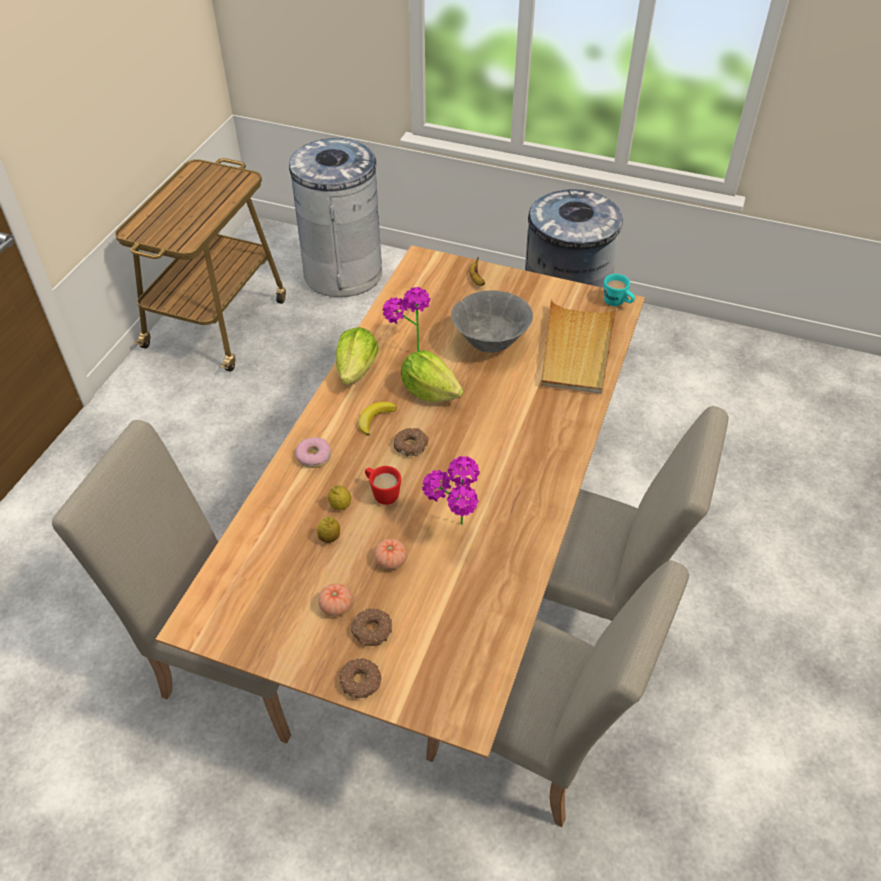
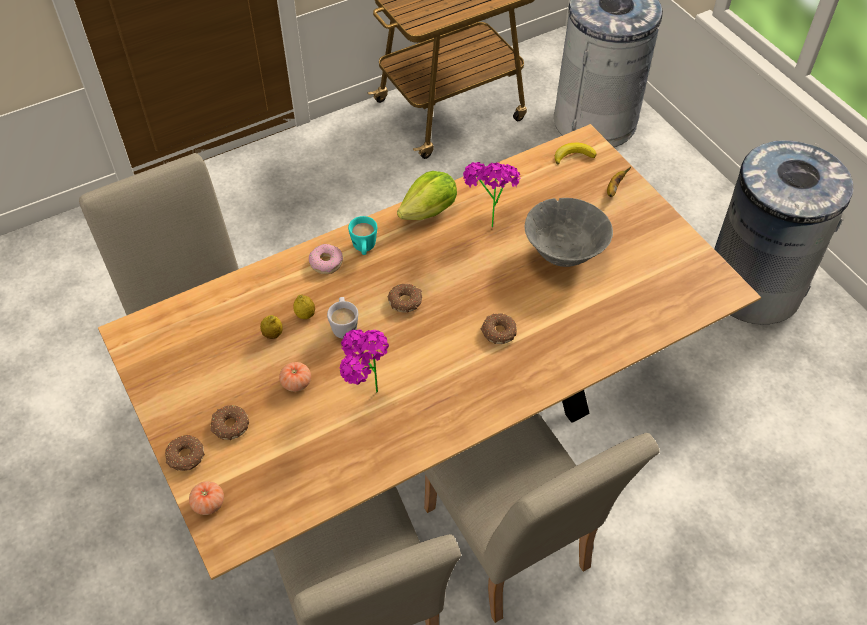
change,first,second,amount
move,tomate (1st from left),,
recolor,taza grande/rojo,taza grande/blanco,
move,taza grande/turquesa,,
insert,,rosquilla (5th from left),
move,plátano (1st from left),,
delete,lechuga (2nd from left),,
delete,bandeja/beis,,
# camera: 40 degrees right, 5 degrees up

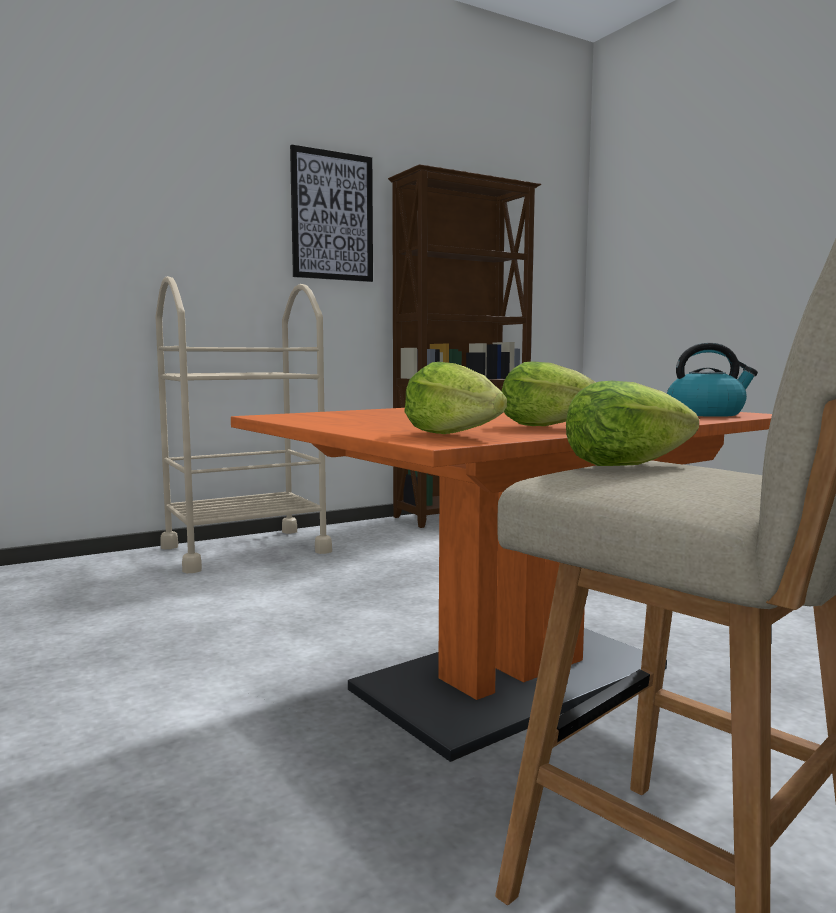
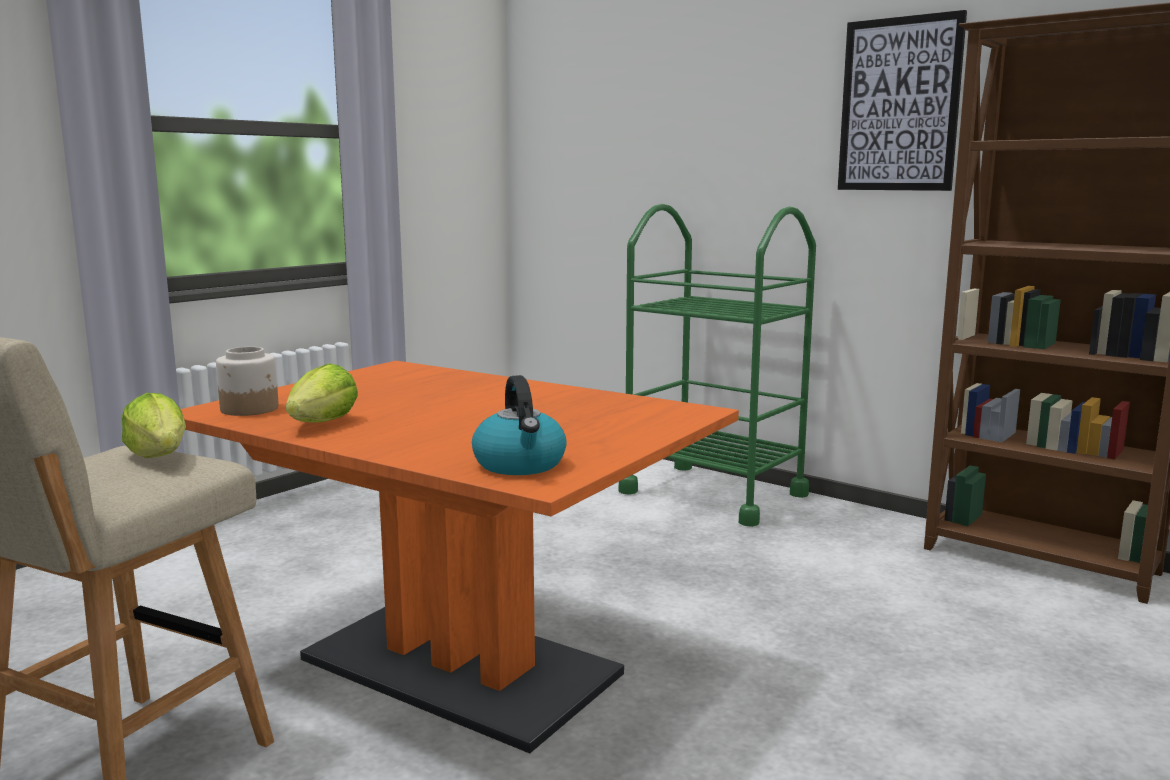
change,first,second,amount
replace,lechuga (1st from left),tarro,
recolor,carrito/beis,carrito/verde,
# camera: 70 degrees right, 5 degrees up

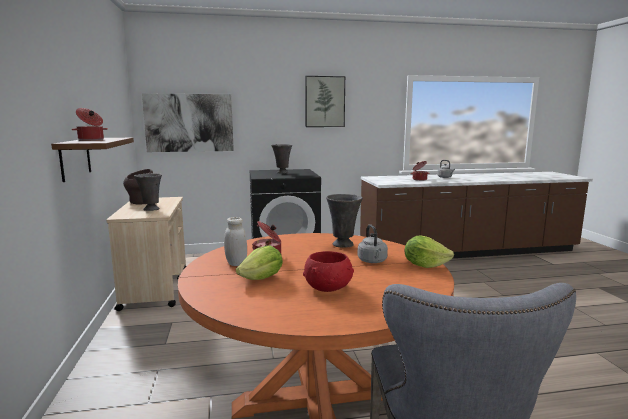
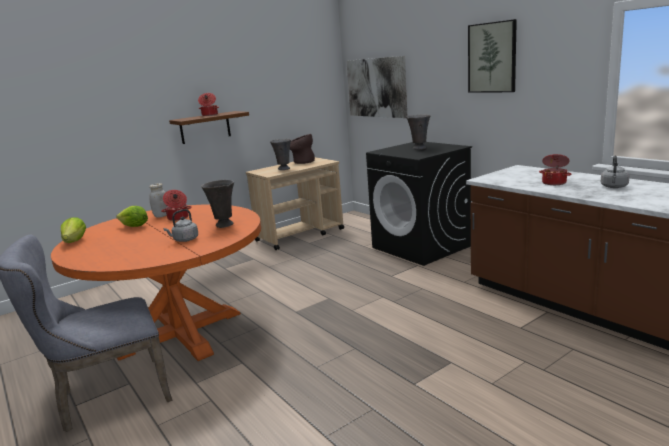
change,first,second,amount
move,lechuga (2nd from left in the first image),lechuga (1st from left),
delete,cuenco/rojo,,
# camera: 65 degrees right, 5 degrees up

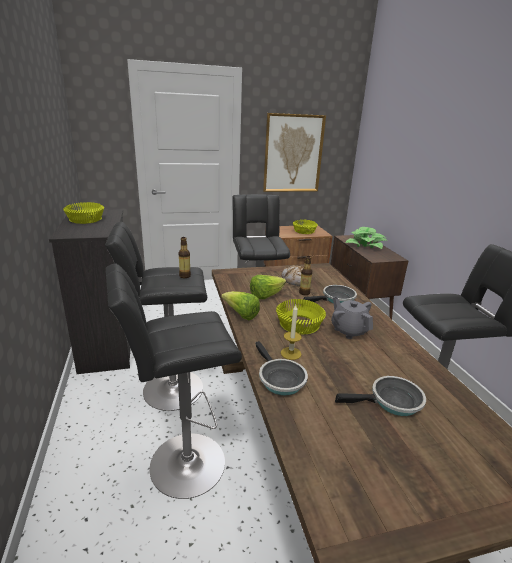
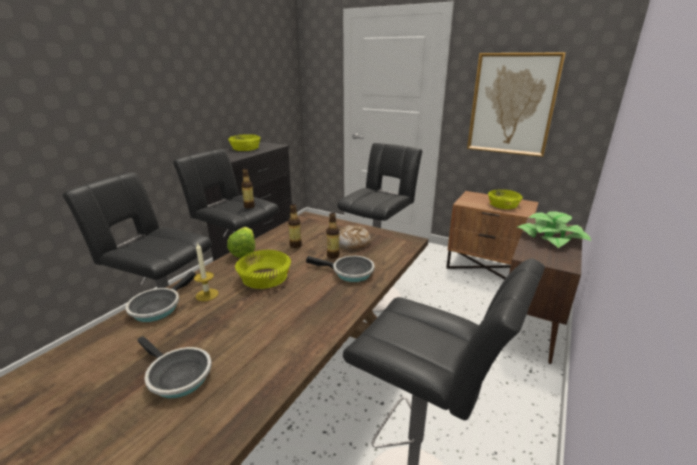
change,first,second,amount
replace,lechuga (2nd from left),botella (2nd from left),
delete,tetera/gris,,
# camera: 45 degrees right, 0 degrees up

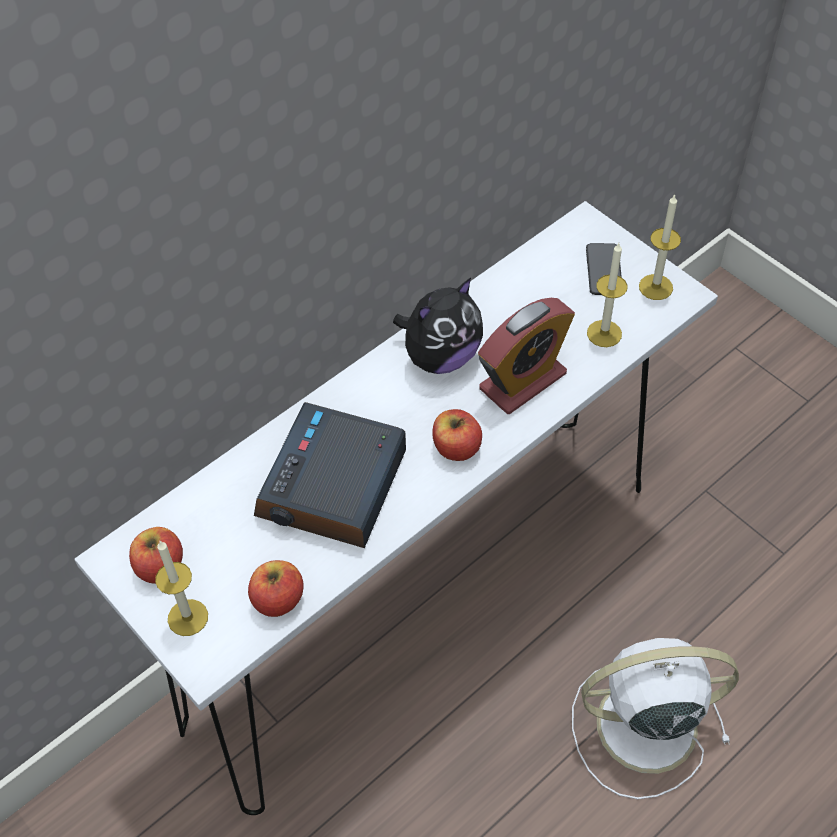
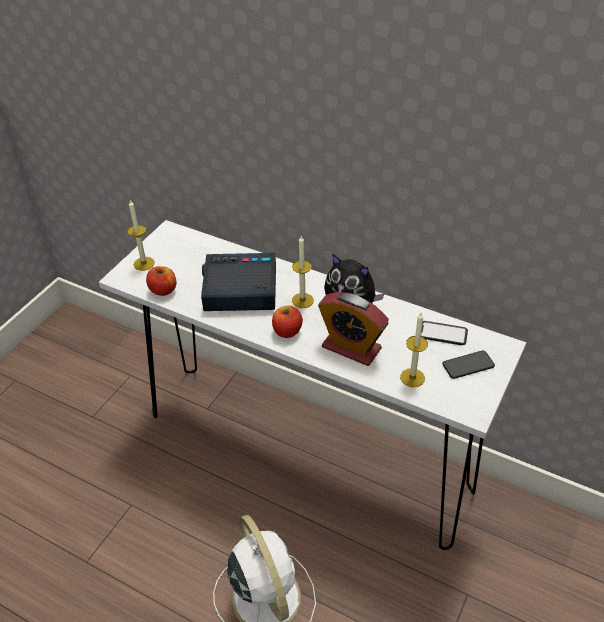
change,first,second,amount
move,vela (3rd from left in the first image),vela (2nd from left),
insert,,móvil (1st from left),
delete,manzana (1st from left),,
# camera: 70 degrees right, 10 degrees down

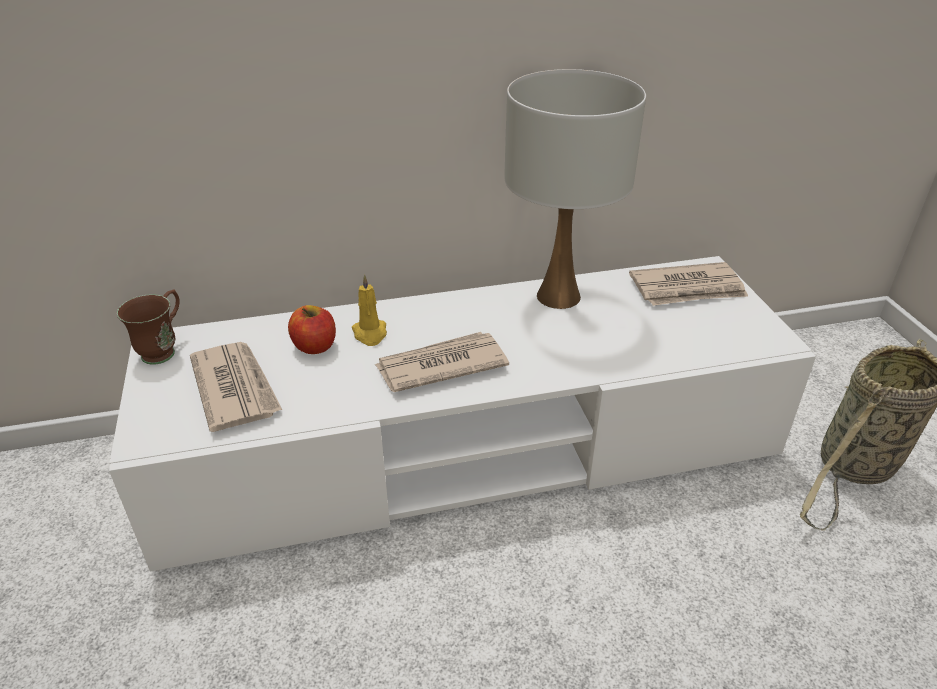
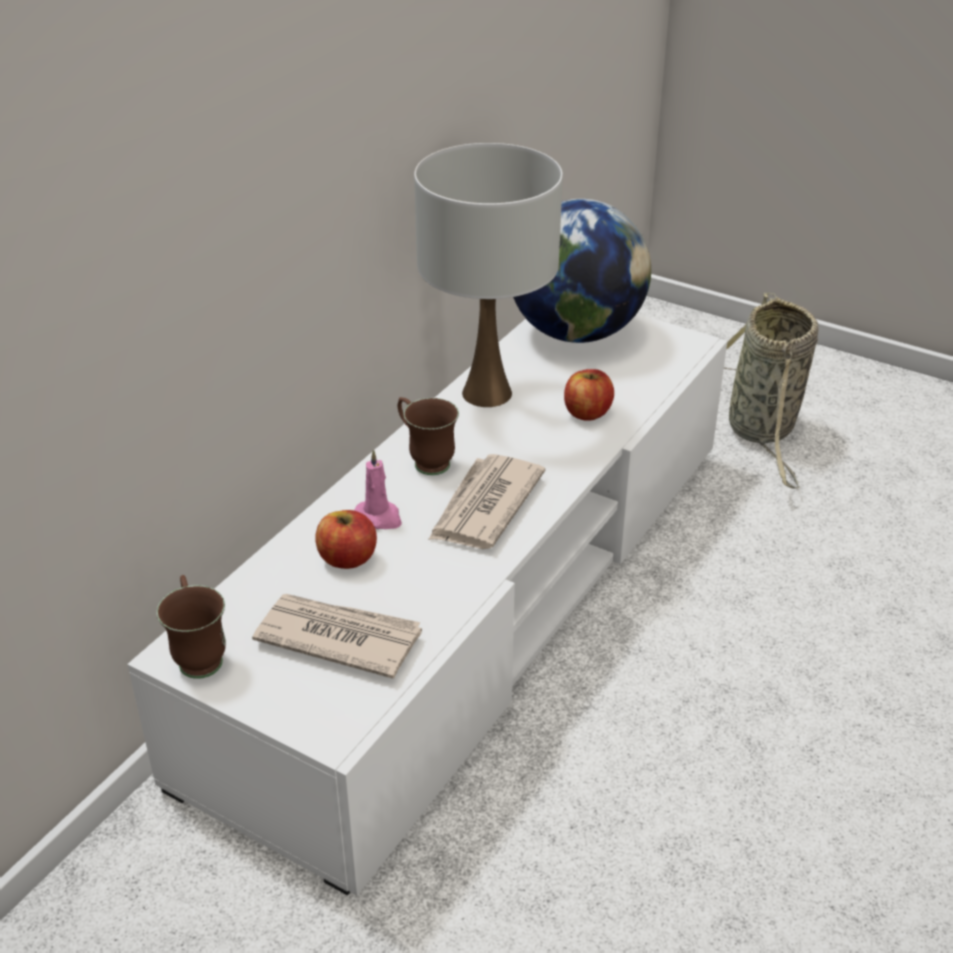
change,first,second,amount
recolor,vela/amarillo,vela/rosa,
insert,,taza grande/marrón (2nd from left),
replace,periódico (3rd from left),globo terráqueo,
insert,,manzana (2nd from left),
# camera: 45 degrees left, 0 degrees up

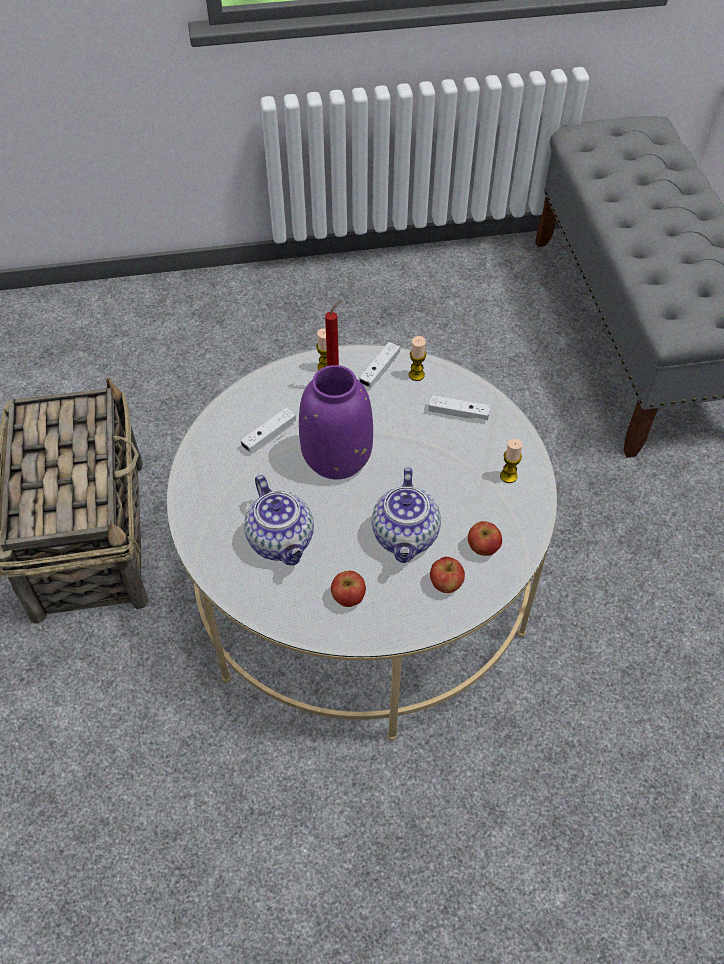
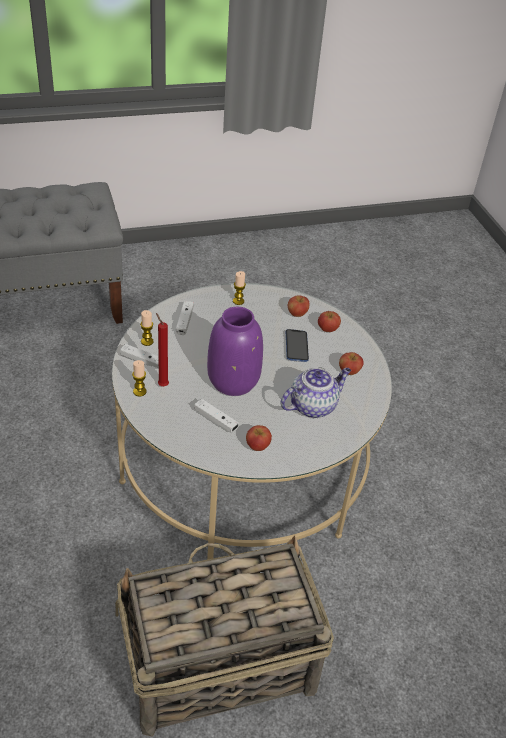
change,first,second,amount
insert,,manzana (1st from left),
replace,tetera (2nd from left),móvil,
# camera: 100 degrees left, 10 degrees down

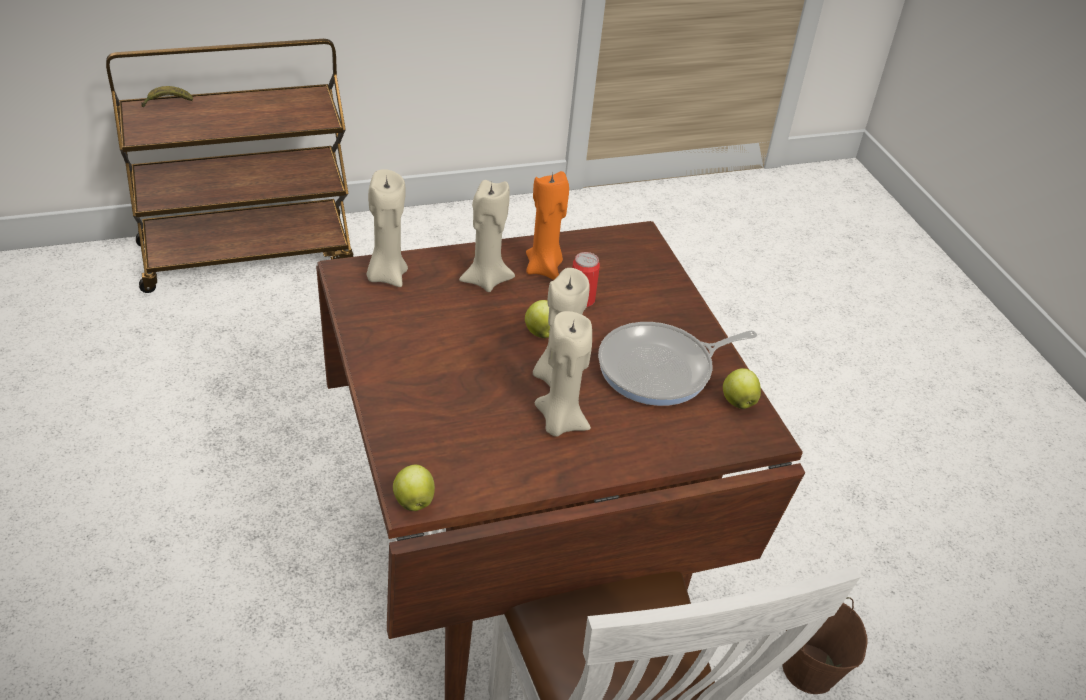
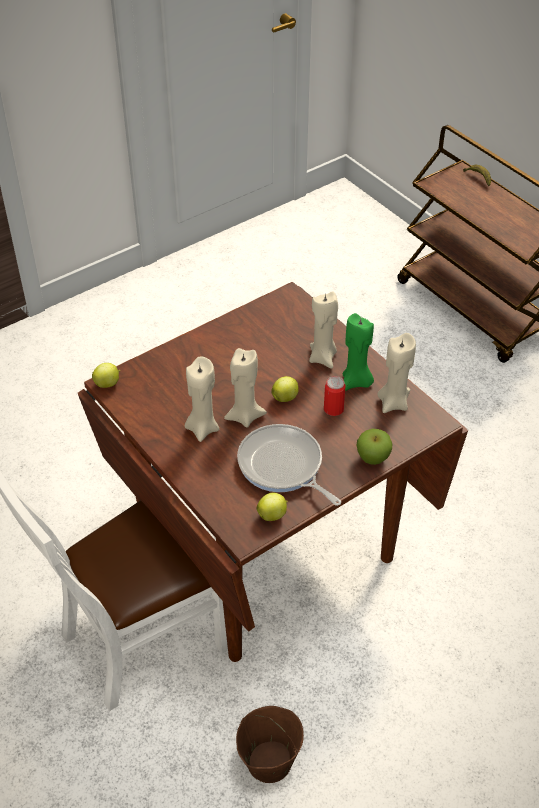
change,first,second,amount
recolor,vela/naranja,vela/verde,
insert,,manzana (4th from left),
move,vela/beis (1st from left in the first image),vela/beis (4th from left),
# camera: 75 degrees right, 5 degrees up

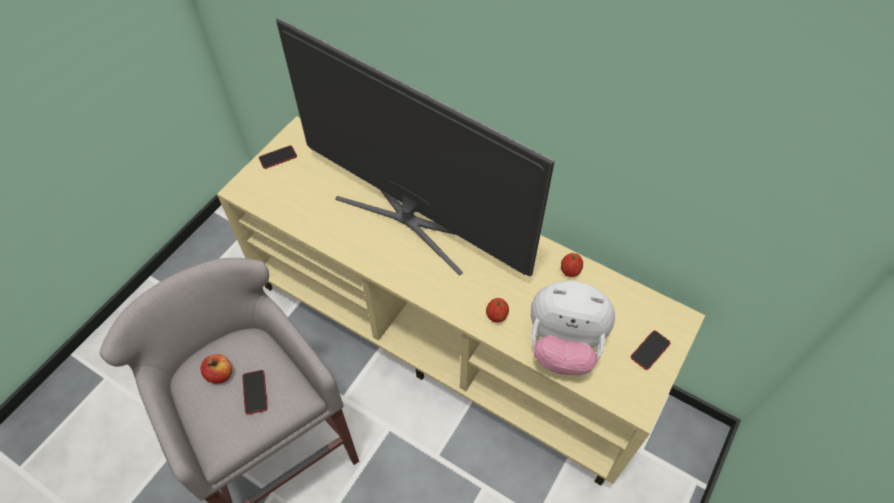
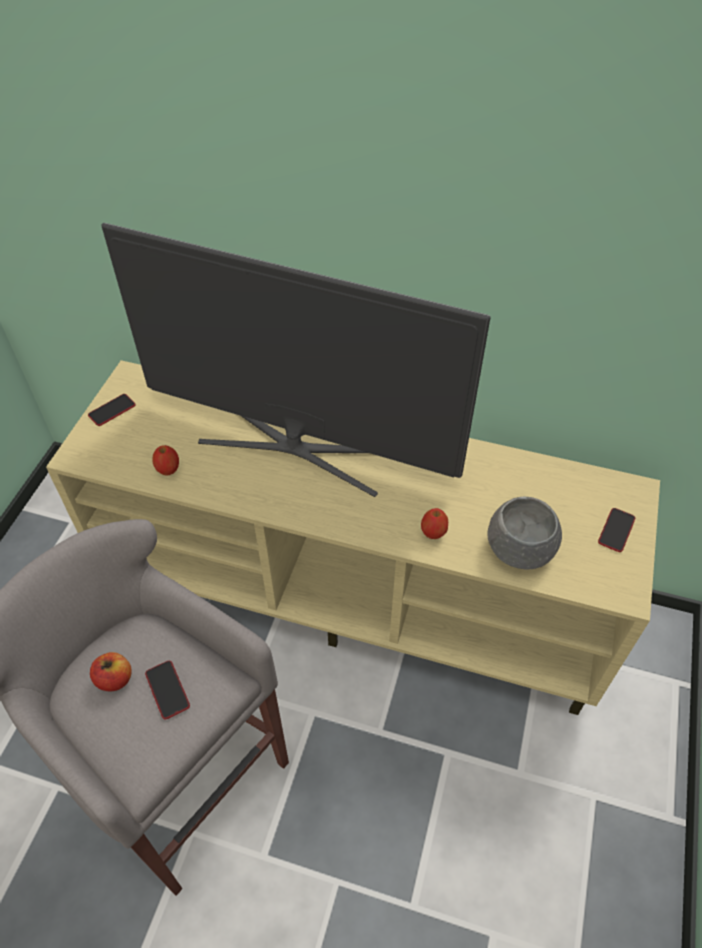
change,first,second,amount
move,manzana (3rd from left in the first image),manzana (2nd from left),
replace,peluche,cuenco/gris,
# camera: 15 degrees left, 5 degrees down

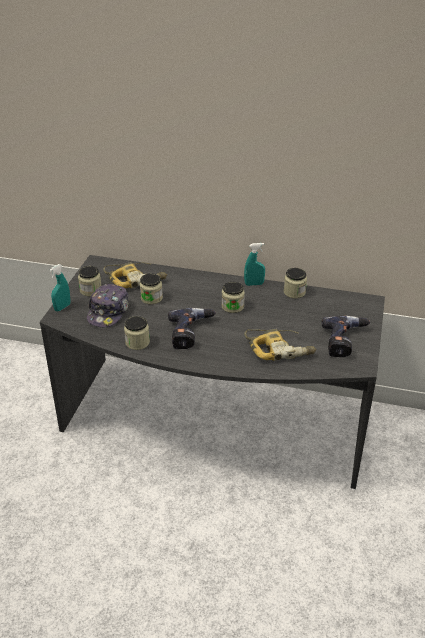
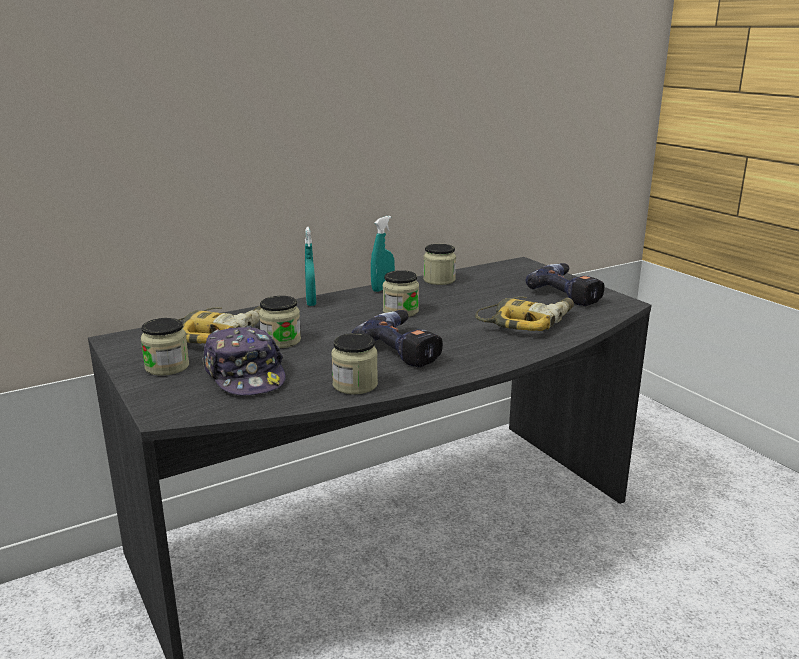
change,first,second,amount
move,pulverizador/turquesa (1st from left),,
# camera: 45 degrees left, 15 degrees down

